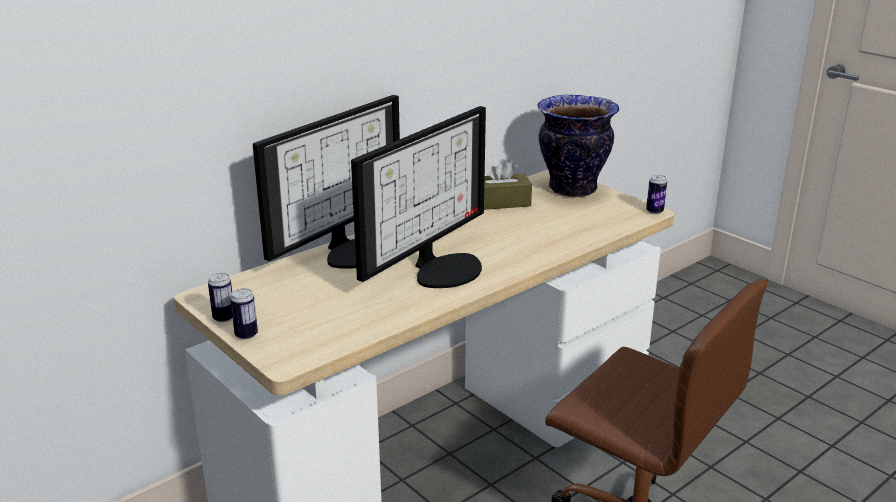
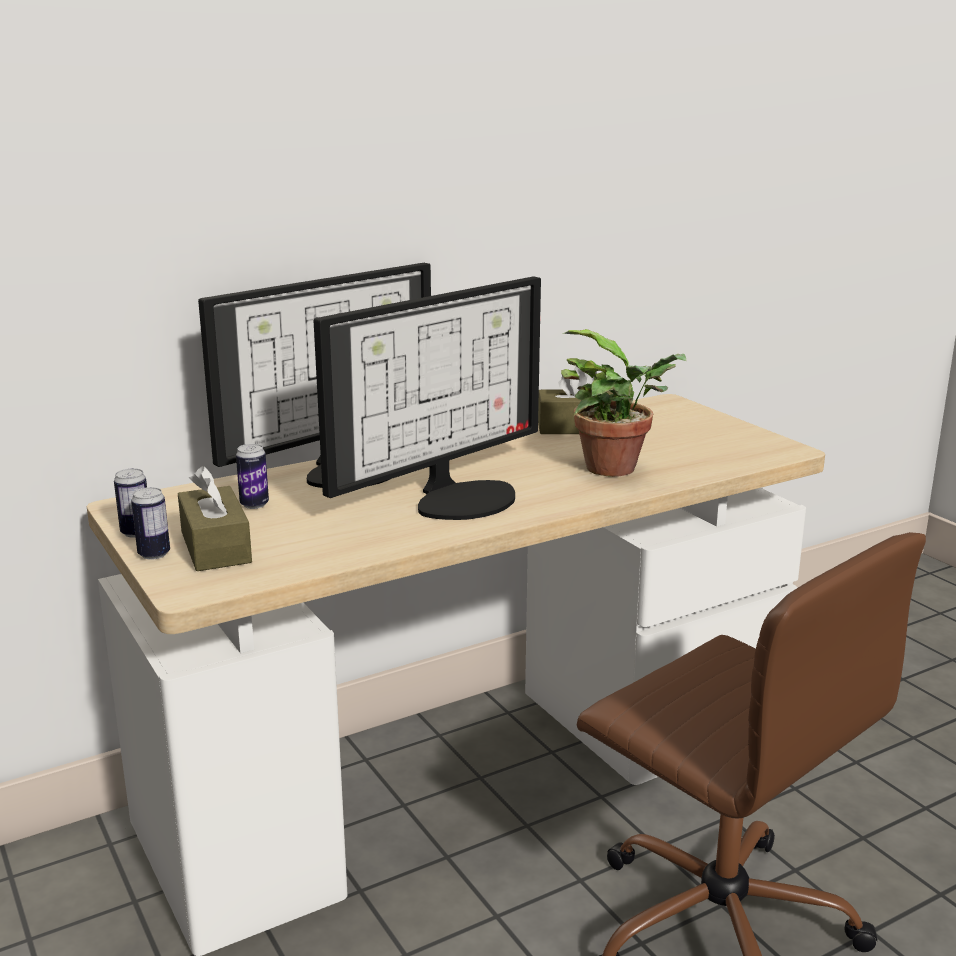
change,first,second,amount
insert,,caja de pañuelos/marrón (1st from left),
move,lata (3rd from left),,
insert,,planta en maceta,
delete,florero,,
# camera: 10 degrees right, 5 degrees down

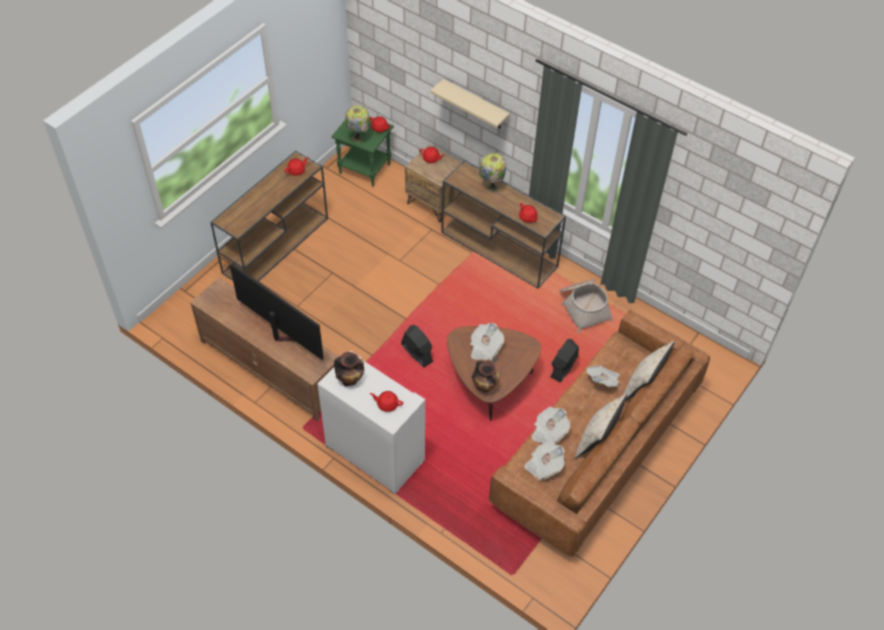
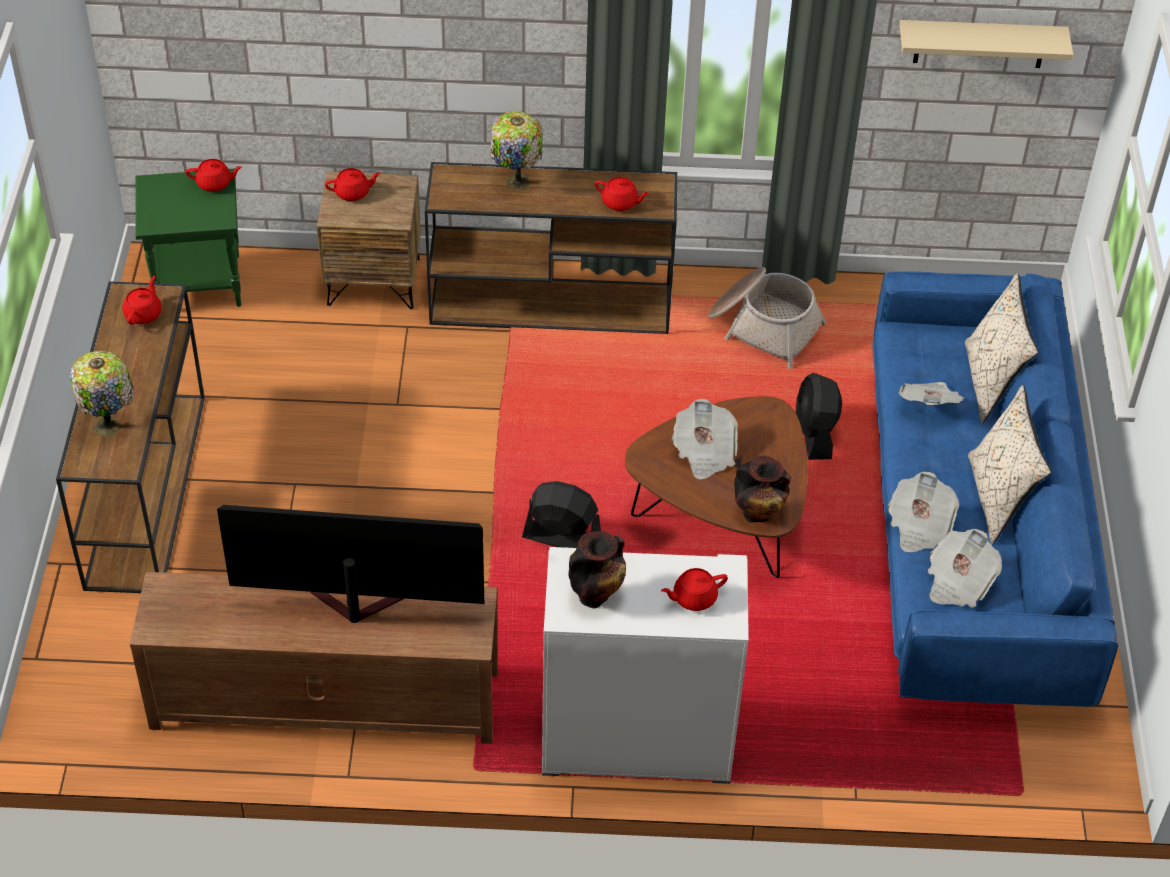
change,first,second,amount
move,lámpara de mesa (1st from left),,
recolor,sofá/marrón,sofá/azul,
move,estante/beis,,
# camera: 35 degrees left, 5 degrees down

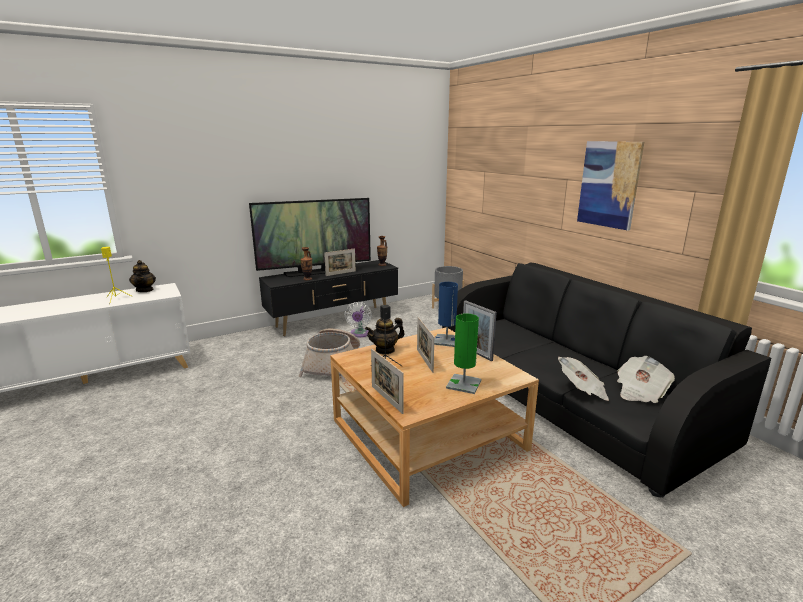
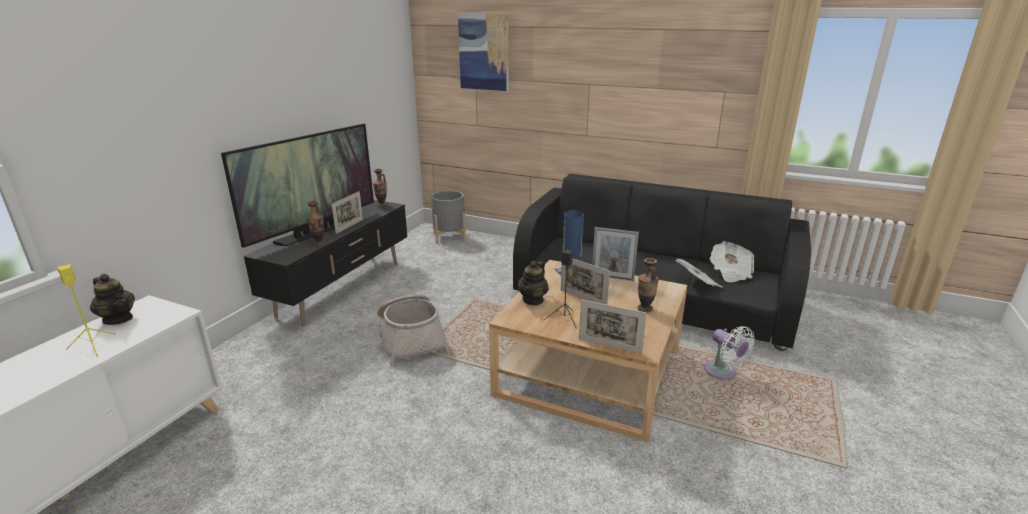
change,first,second,amount
move,cuadro,,
replace,lámpara de mesa/verde,florero (3rd from left),
move,ventilador/blanco,,
# camera: 35 degrees left, 5 degrees up

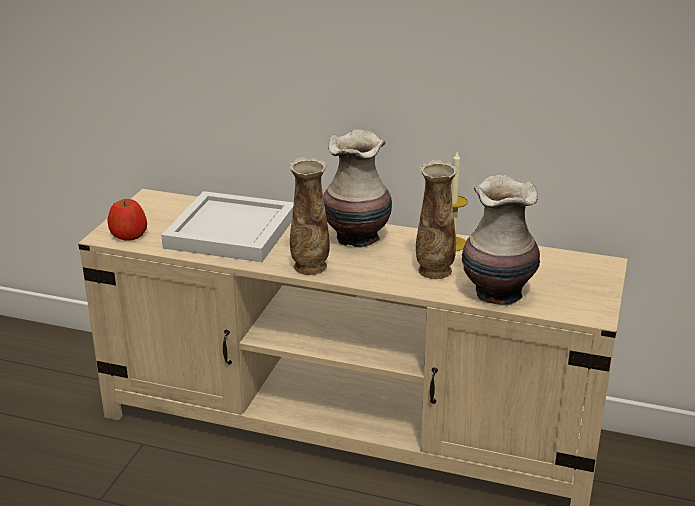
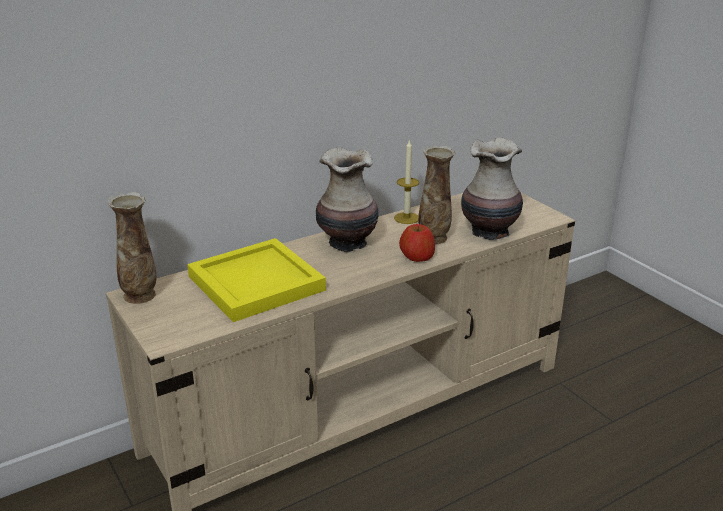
change,first,second,amount
move,florero (1st from left),,
recolor,bandeja/blanco,bandeja/amarillo,
move,manzana,,
# camera: 50 degrees left, 0 degrees up

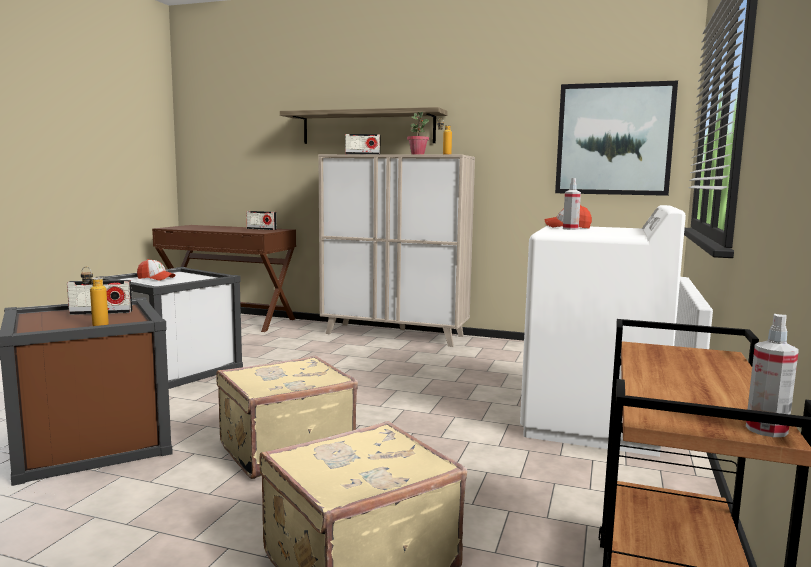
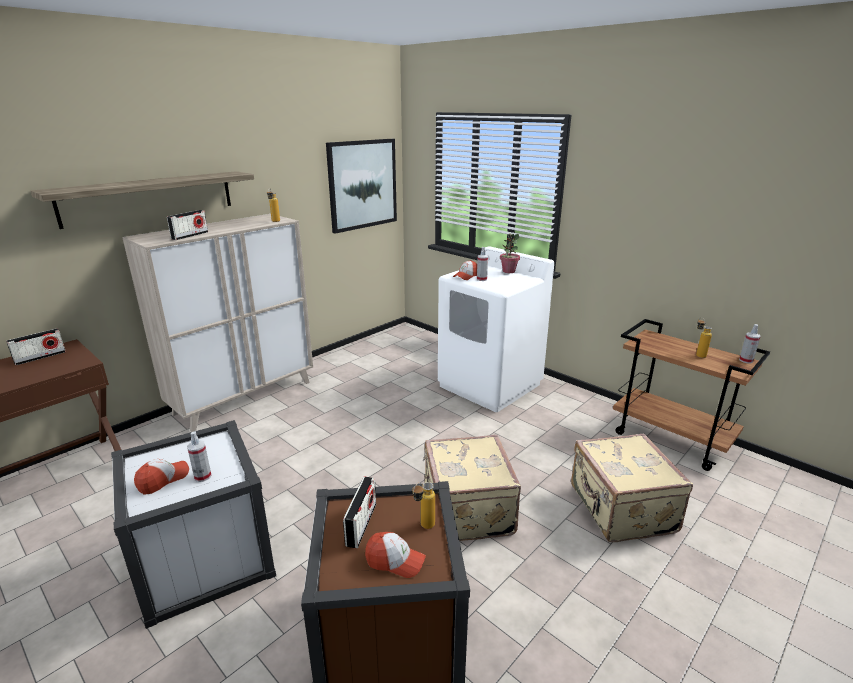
change,first,second,amount
insert,,pulverizador (1st from left),
insert,,gorra (2nd from left),
move,planta en maceta,,
insert,,botella (3rd from left),
# camera: 65 degrees left, 15 degrees up

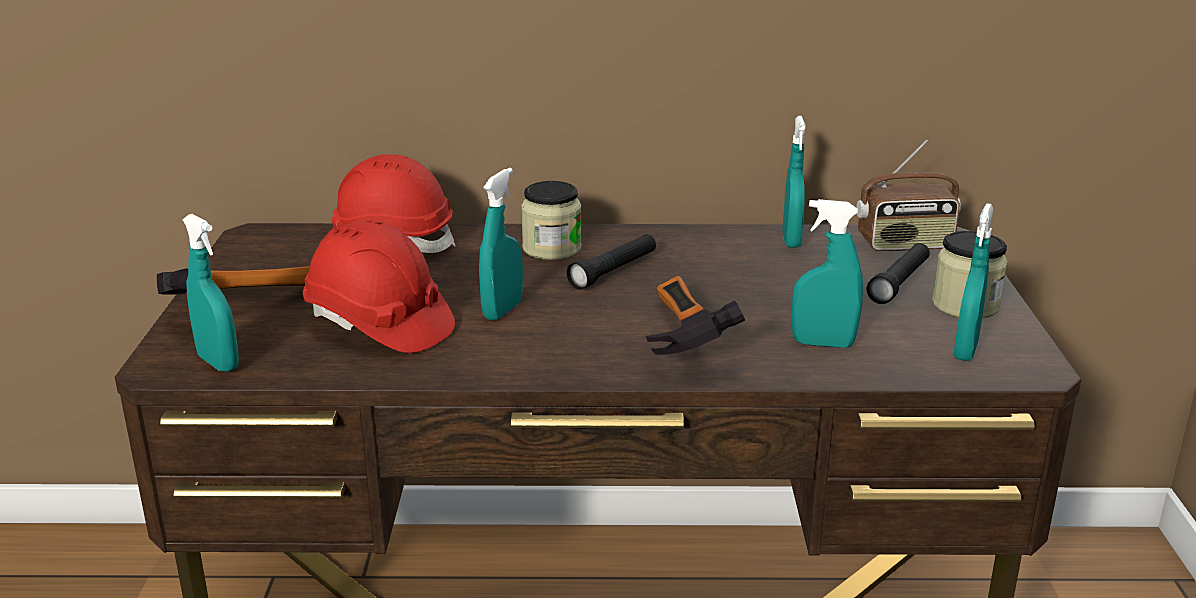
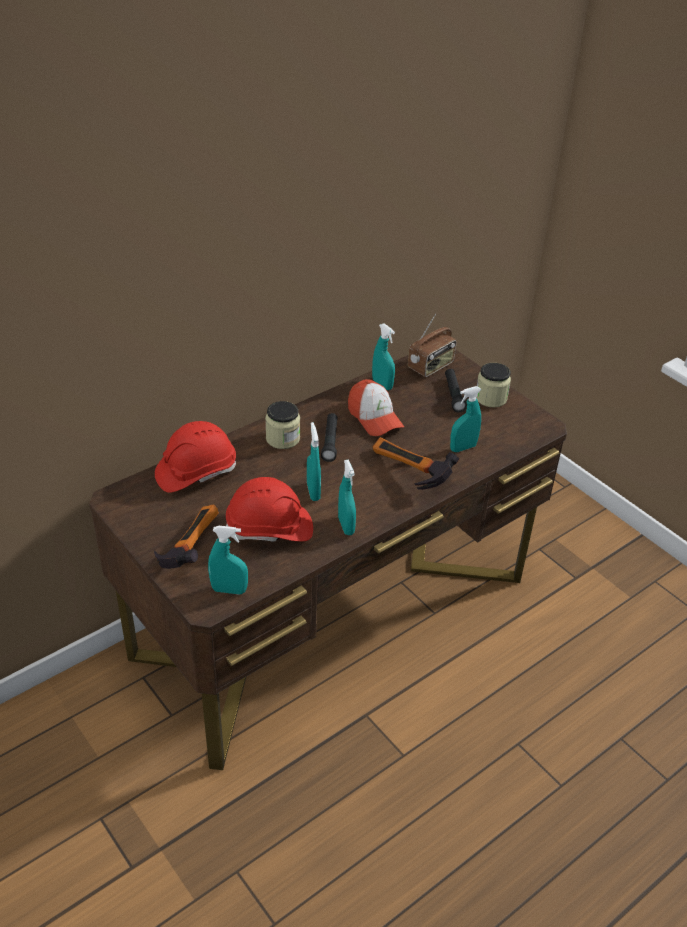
change,first,second,amount
move,pulverizador/turquesa (5th from left in the first image),pulverizador/turquesa (3rd from left),
insert,,gorra,
# camera: 40 degrees left, 15 degrees up

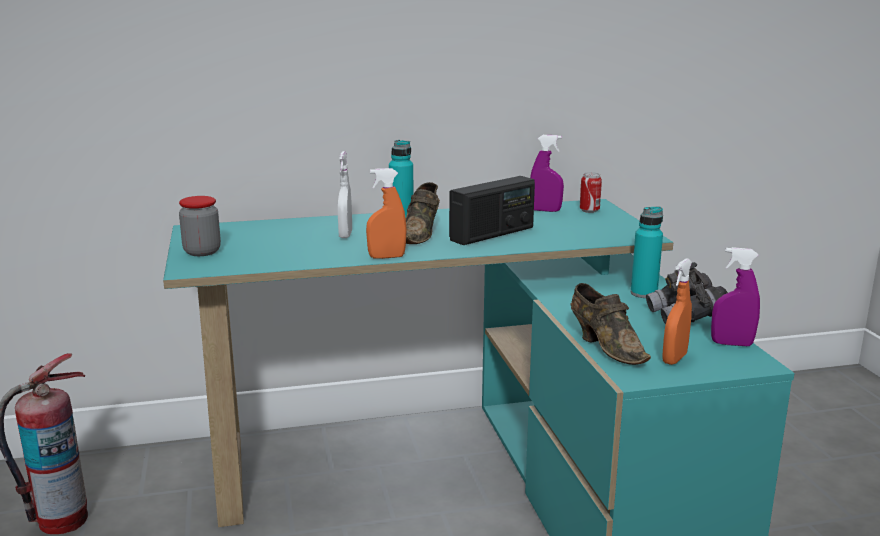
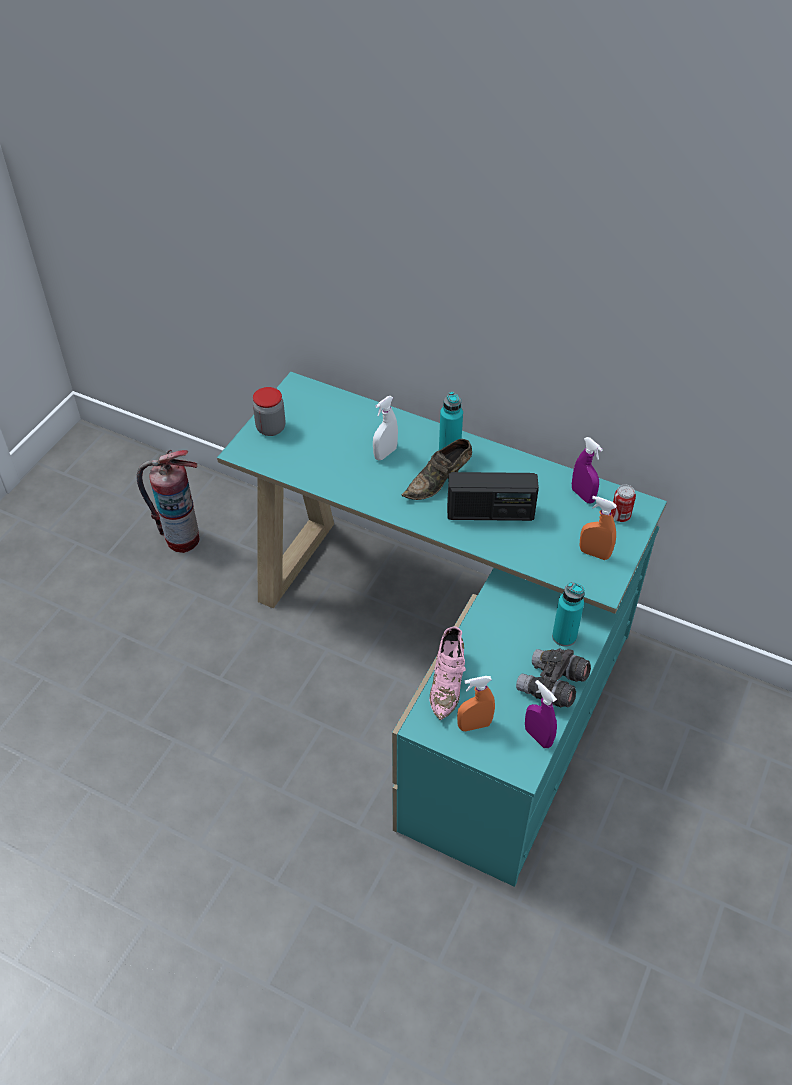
change,first,second,amount
recolor,zapato/marrón (2nd from left),zapato/rosa,
move,pulverizador/naranja (1st from left in the first image),pulverizador/naranja (2nd from left),
# camera: 40 degrees right, 30 degrees up

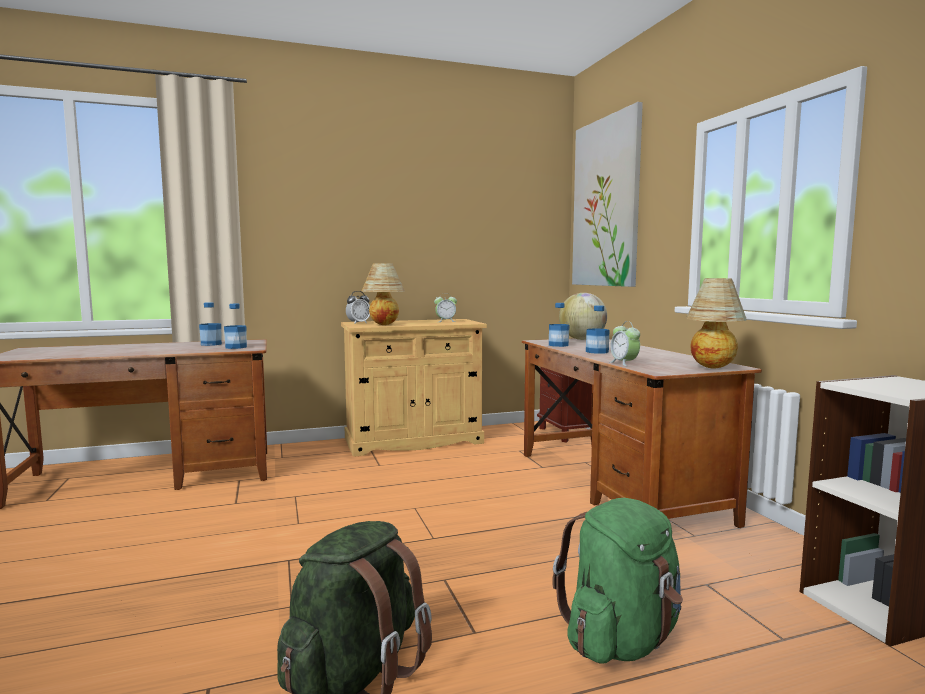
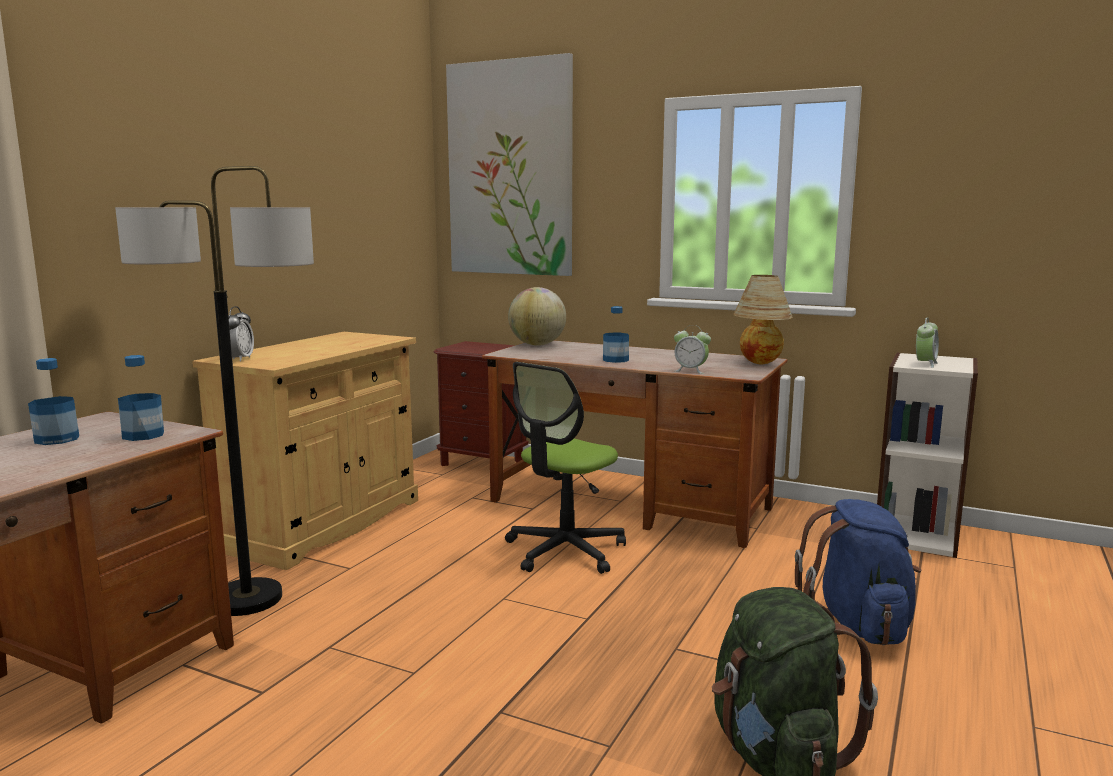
change,first,second,amount
insert,,lámpara de pie,
insert,,silla de oficina,
recolor,mochila/verde (2nd from left),mochila/azul,
move,despertador (2nd from left in the first image),despertador (3rd from left),
delete,lámpara de mesa (1st from left),,
delete,botella (3rd from left),,
# camera: 45 degrees left, 5 degrees up

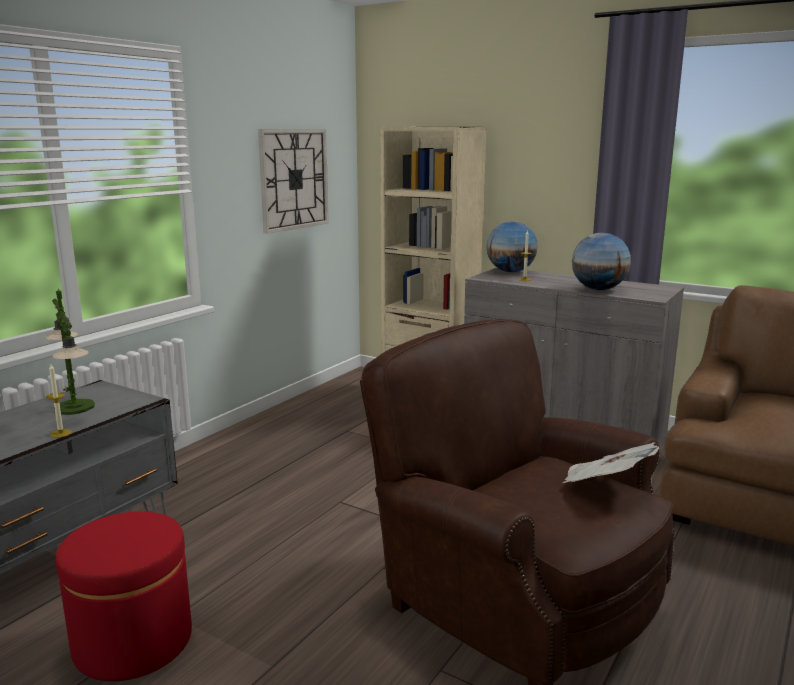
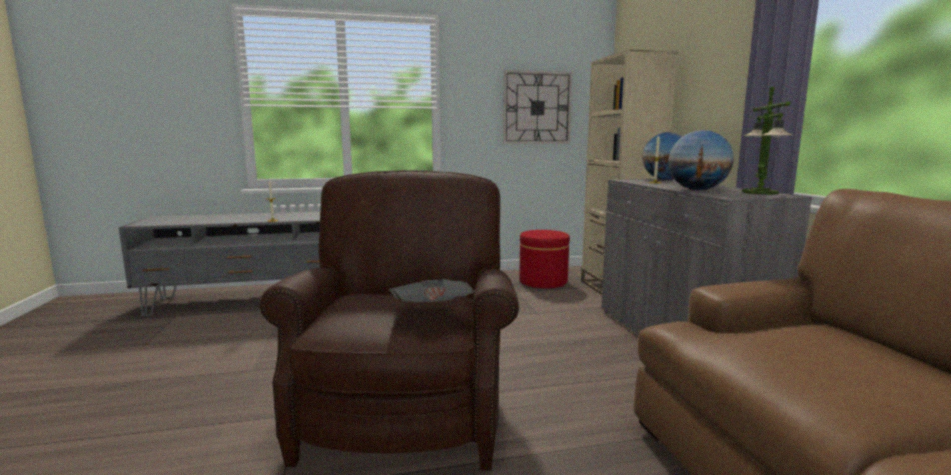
change,first,second,amount
move,puf/rojo,,
move,lámpara de mesa,,
# camera: 45 degrees right, 5 degrees down

